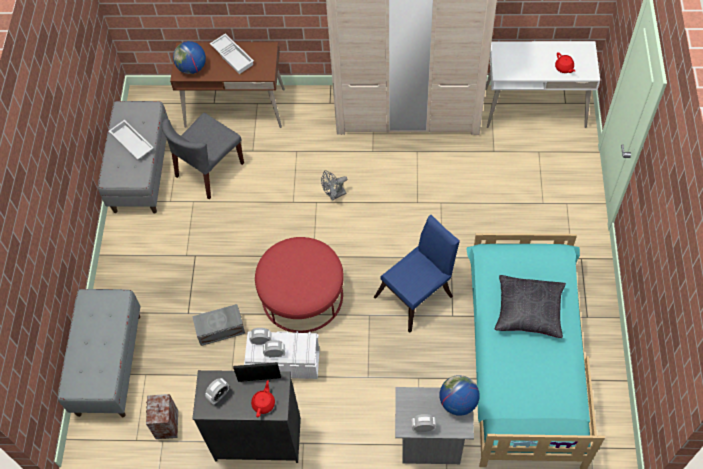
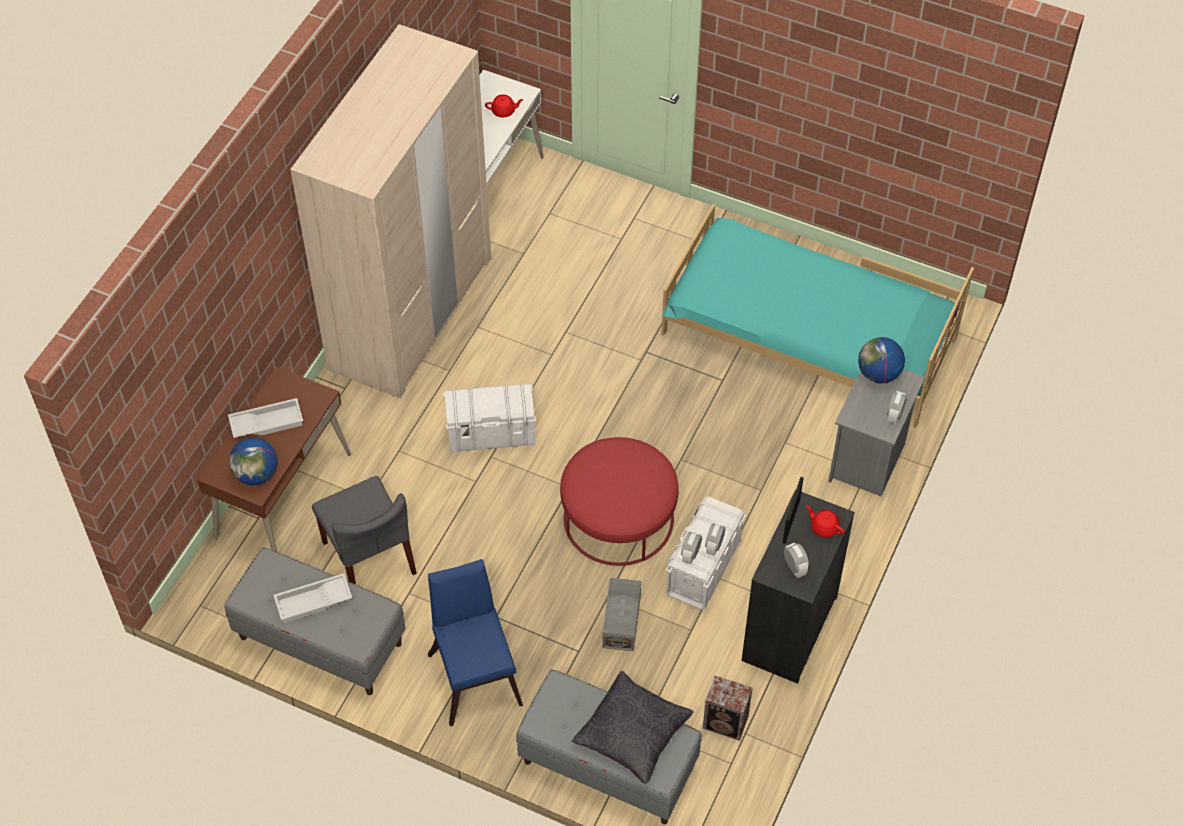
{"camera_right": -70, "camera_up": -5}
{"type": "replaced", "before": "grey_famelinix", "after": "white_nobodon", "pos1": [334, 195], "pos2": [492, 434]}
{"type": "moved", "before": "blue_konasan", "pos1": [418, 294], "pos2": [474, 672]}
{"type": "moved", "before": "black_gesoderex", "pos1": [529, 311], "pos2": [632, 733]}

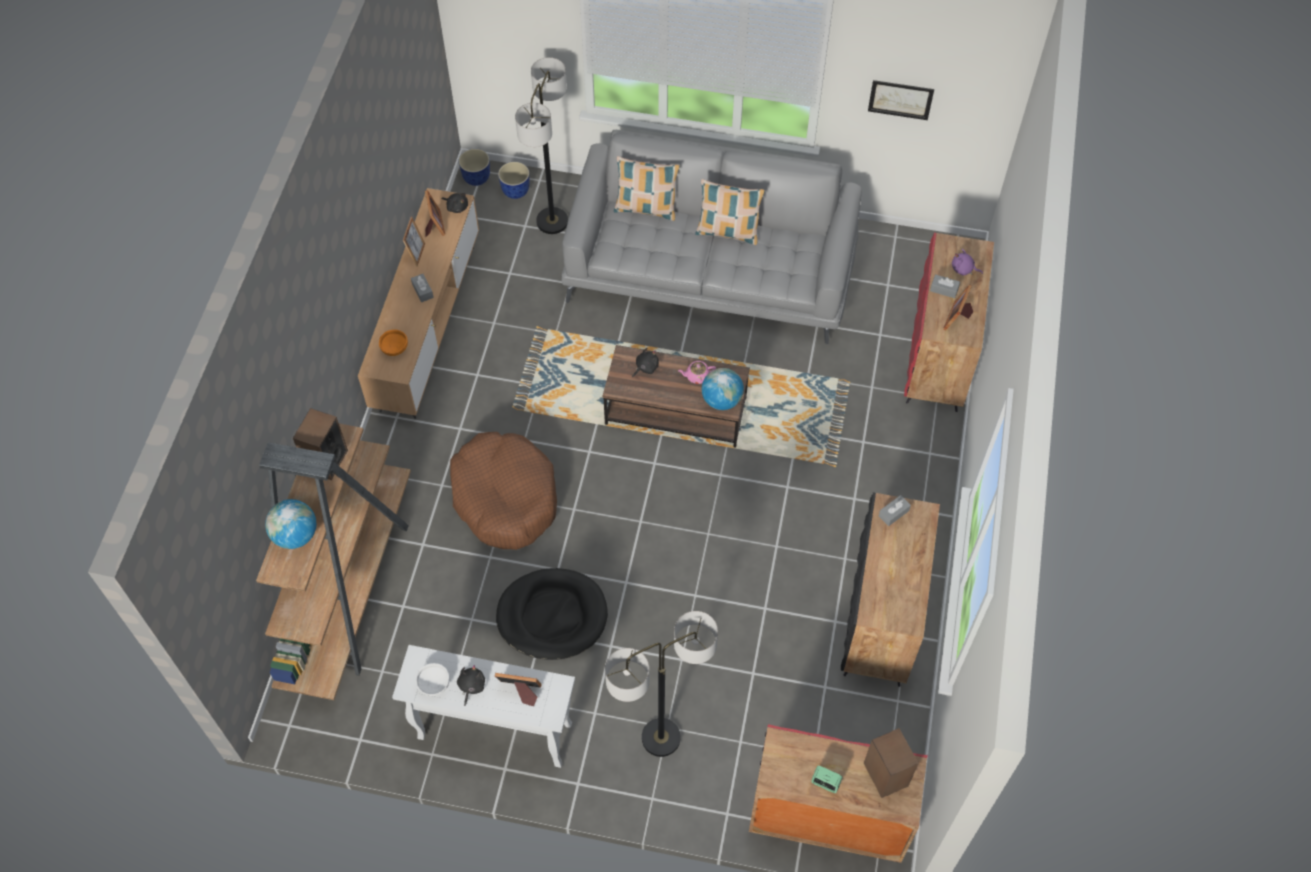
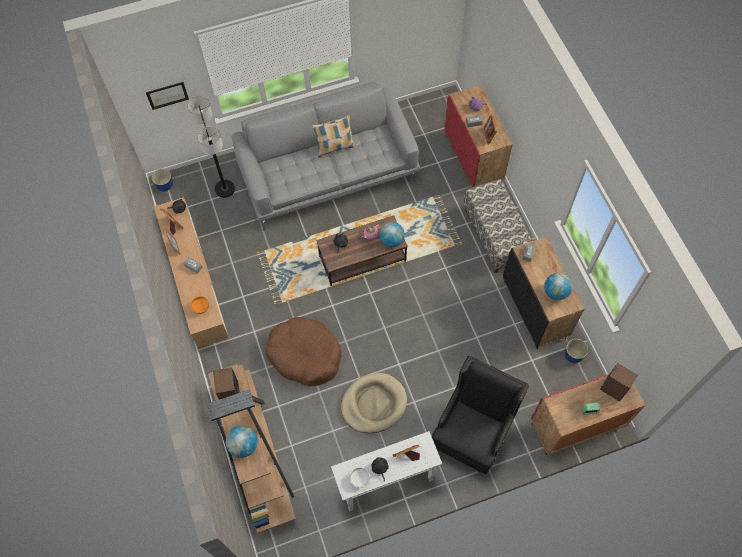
{"camera_right": -30, "camera_up": 5}
{"type": "moved", "before": "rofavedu", "pos1": [900, 99], "pos2": [167, 95]}
{"type": "removed", "before": "gesoderex", "pos1": [646, 208]}
{"type": "moved", "before": "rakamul", "pos1": [515, 192], "pos2": [573, 356]}
{"type": "recoloured", "before": "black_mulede", "after": "beige_mulede", "pos1": [552, 616], "pos2": [373, 404]}
{"type": "replaced", "before": "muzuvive", "after": "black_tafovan", "pos1": [661, 738], "pos2": [471, 434]}
{"type": "added", "after": "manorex", "pos2": [495, 236]}
{"type": "added", "after": "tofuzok", "pos2": [555, 292]}

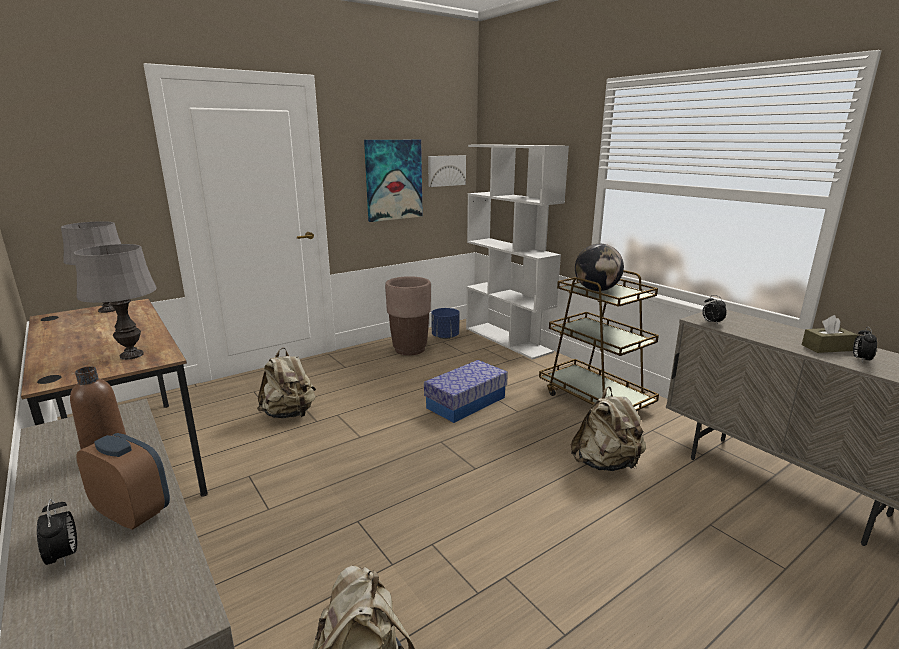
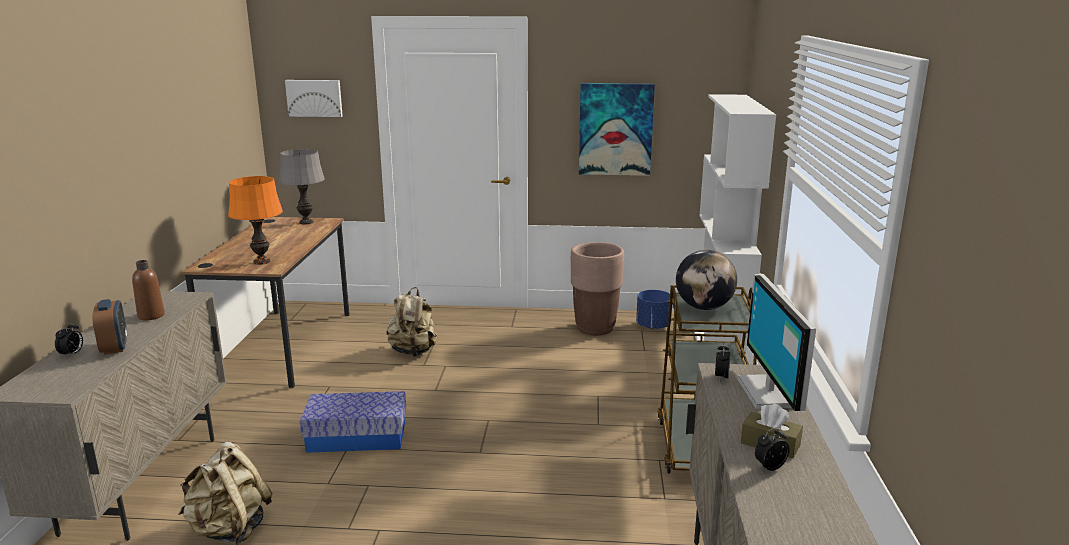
{"camera_right": 40, "camera_up": 0}
{"type": "moved", "before": "rofavedu", "pos1": [446, 170], "pos2": [314, 98]}
{"type": "recoloured", "before": "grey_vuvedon", "after": "orange_vuvedon", "pos1": [131, 355], "pos2": [261, 261]}
{"type": "moved", "before": "nobodon", "pos1": [466, 402], "pos2": [357, 437]}
{"type": "removed", "before": "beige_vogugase", "pos1": [606, 464]}
{"type": "added", "after": "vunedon", "pos2": [772, 392]}

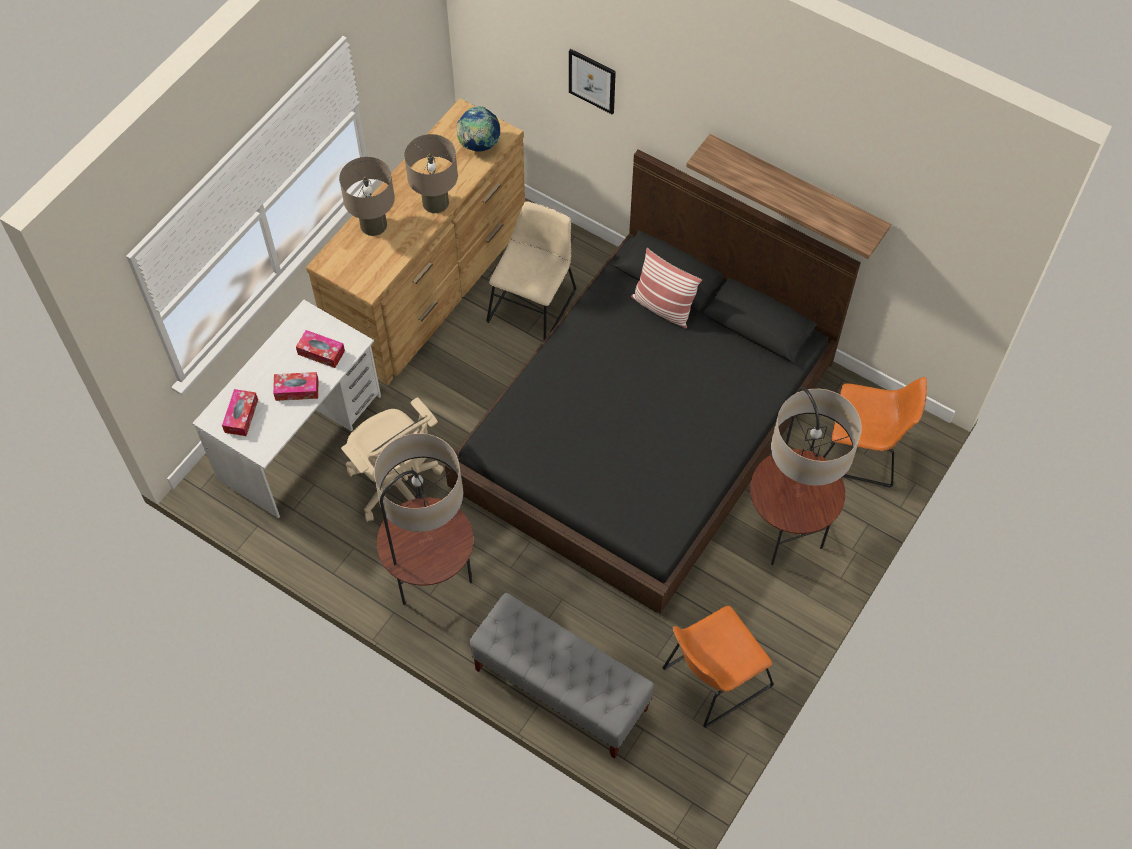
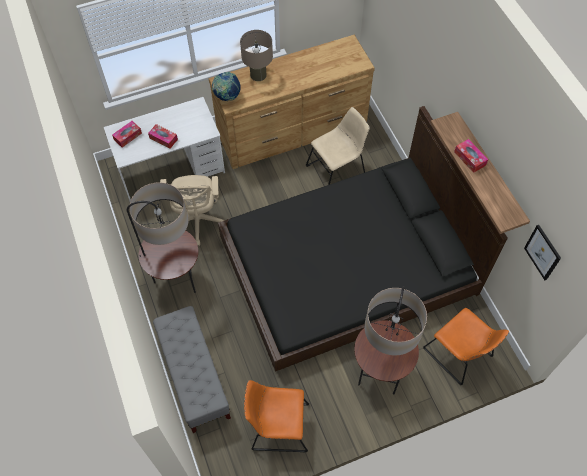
{"camera_right": 35, "camera_up": 0}
{"type": "moved", "before": "rofavedu", "pos1": [592, 81], "pos2": [542, 252]}
{"type": "moved", "before": "tofuzok", "pos1": [479, 145], "pos2": [227, 96]}
{"type": "removed", "before": "beige_vuvedon", "pos1": [435, 202]}
{"type": "removed", "before": "gesoderex", "pos1": [662, 307]}
{"type": "moved", "before": "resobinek", "pos1": [321, 352], "pos2": [470, 158]}

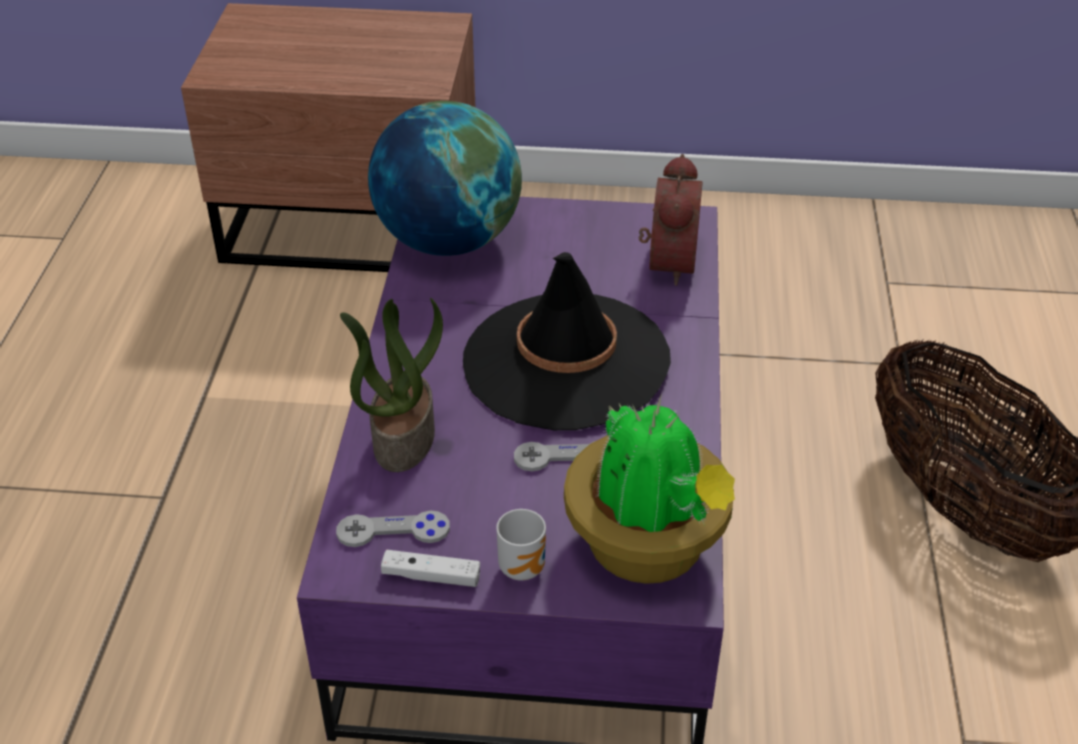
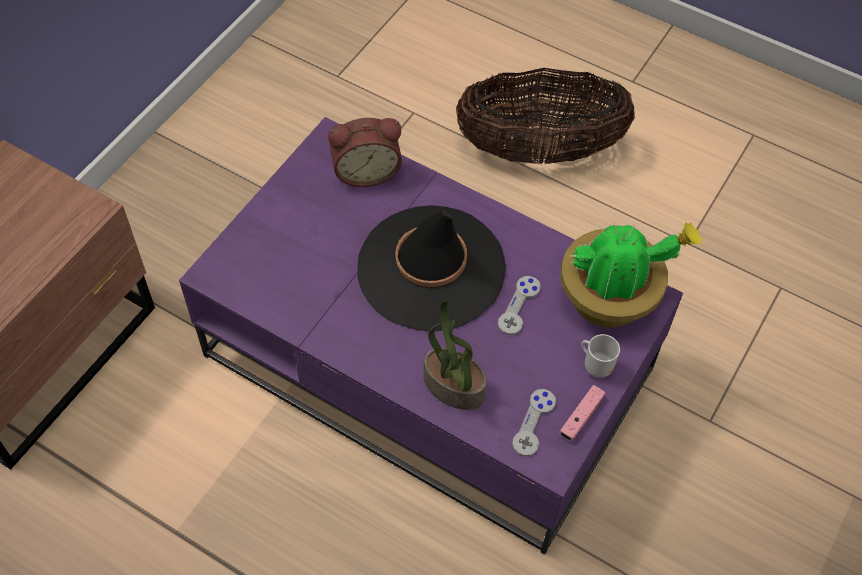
{"camera_right": -65, "camera_up": 15}
{"type": "removed", "before": "tofuzok", "pos1": [448, 240]}
{"type": "turned", "before": "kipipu", "pos1": [666, 262], "pos2": [366, 171], "turn": 135}
{"type": "recoloured", "before": "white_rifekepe", "after": "pink_rifekepe", "pos1": [431, 576], "pos2": [581, 417]}

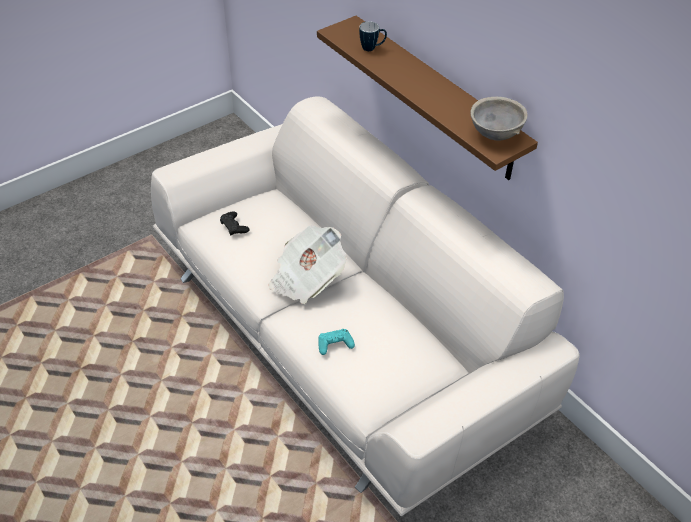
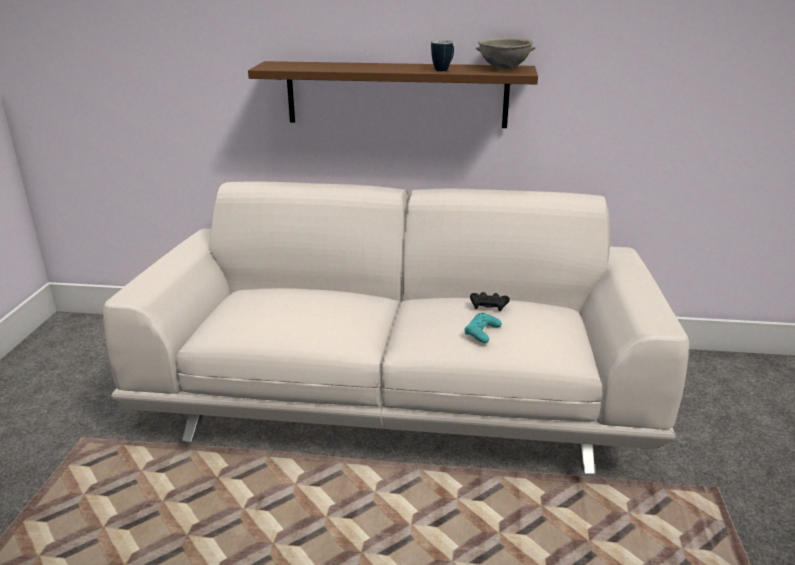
{"camera_right": -45, "camera_up": -20}
{"type": "moved", "before": "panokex", "pos1": [372, 48], "pos2": [443, 69]}
{"type": "moved", "before": "black_rifekepe", "pos1": [234, 226], "pos2": [488, 305]}
{"type": "removed", "before": "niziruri", "pos1": [306, 278]}

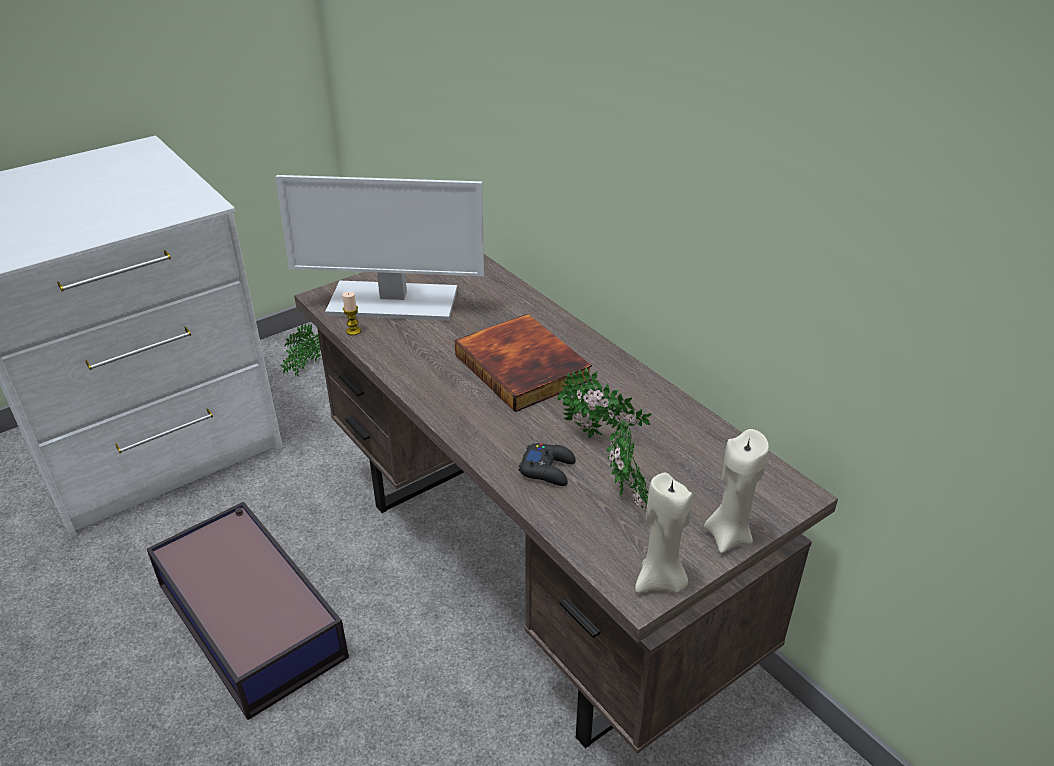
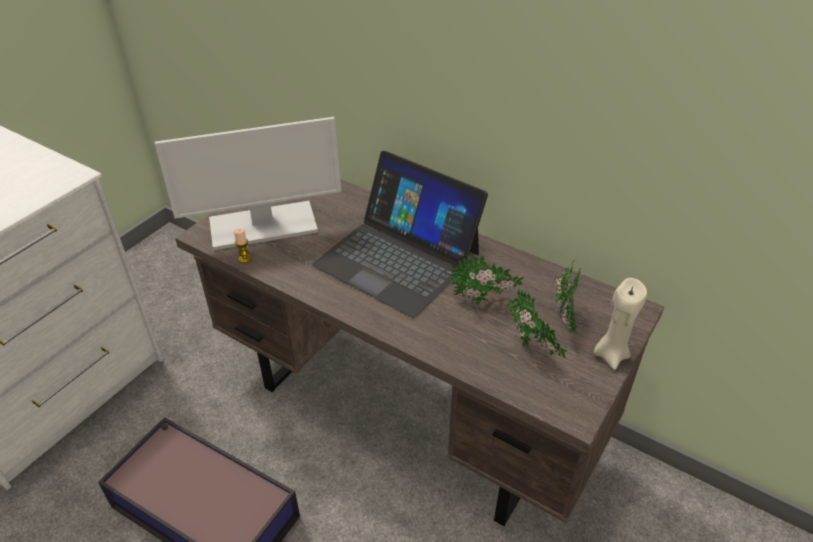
{"camera_right": -20, "camera_up": 5}
{"type": "replaced", "before": "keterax", "after": "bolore", "pos1": [524, 367], "pos2": [398, 258]}
{"type": "moved", "before": "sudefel", "pos1": [303, 370], "pos2": [564, 320]}
{"type": "removed", "before": "black_rifekepe", "pos1": [548, 469]}
{"type": "removed", "before": "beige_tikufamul", "pos1": [661, 581]}

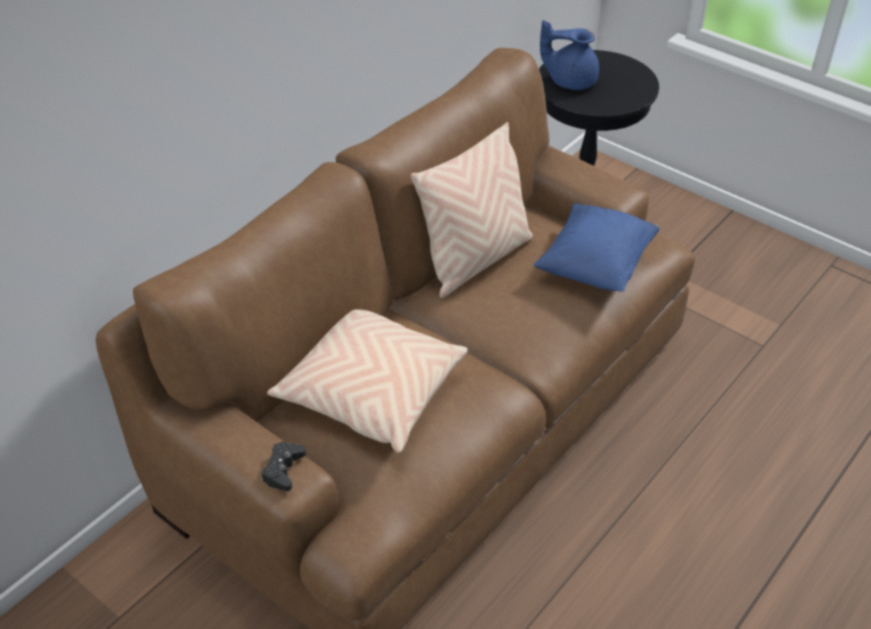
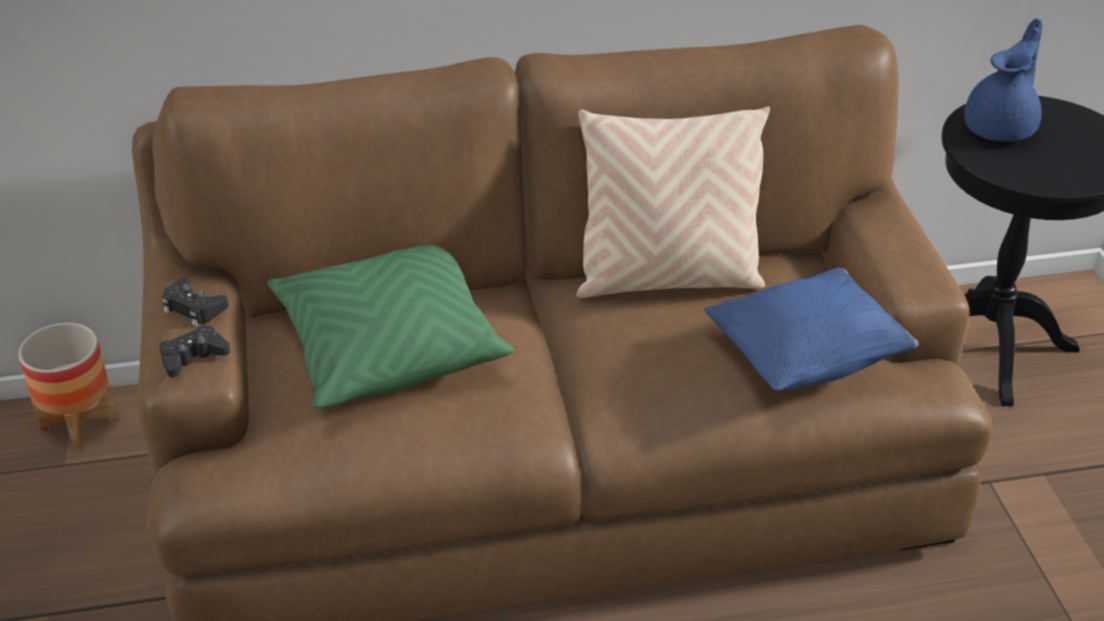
{"camera_right": 40, "camera_up": -5}
{"type": "turned", "before": "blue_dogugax", "pos1": [570, 81], "pos2": [1001, 128], "turn": 75}
{"type": "recoloured", "before": "beige_gesoderex", "after": "green_gesoderex", "pos1": [370, 392], "pos2": [388, 347]}
{"type": "added", "after": "black_rifekepe", "pos2": [194, 308]}
{"type": "added", "after": "rakamul", "pos2": [80, 424]}

